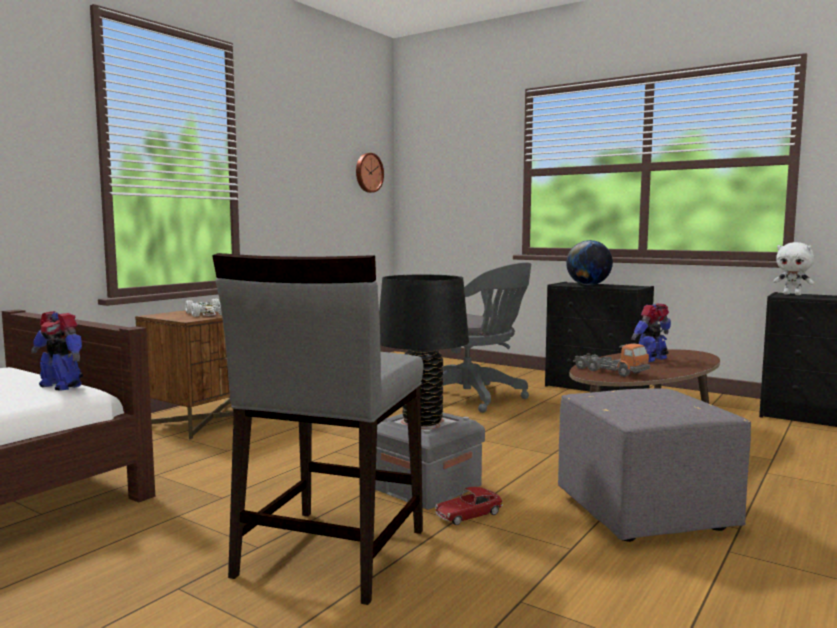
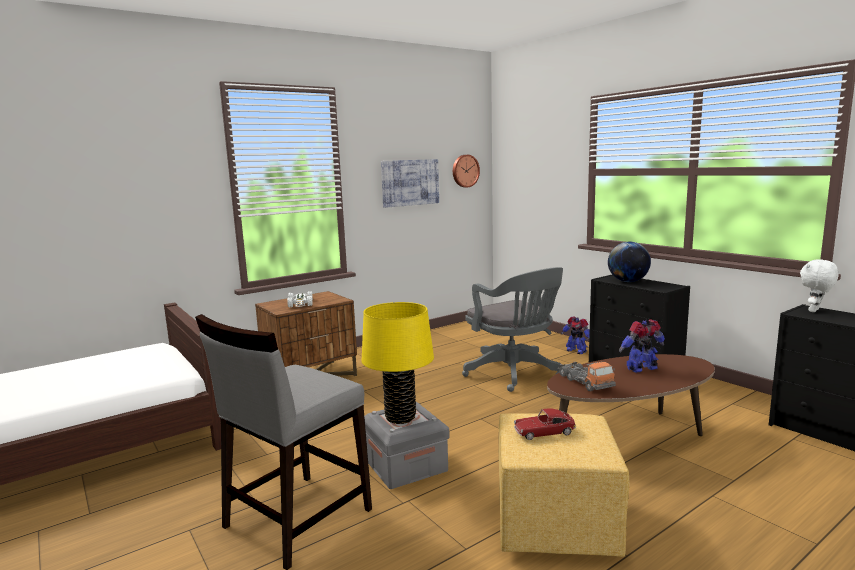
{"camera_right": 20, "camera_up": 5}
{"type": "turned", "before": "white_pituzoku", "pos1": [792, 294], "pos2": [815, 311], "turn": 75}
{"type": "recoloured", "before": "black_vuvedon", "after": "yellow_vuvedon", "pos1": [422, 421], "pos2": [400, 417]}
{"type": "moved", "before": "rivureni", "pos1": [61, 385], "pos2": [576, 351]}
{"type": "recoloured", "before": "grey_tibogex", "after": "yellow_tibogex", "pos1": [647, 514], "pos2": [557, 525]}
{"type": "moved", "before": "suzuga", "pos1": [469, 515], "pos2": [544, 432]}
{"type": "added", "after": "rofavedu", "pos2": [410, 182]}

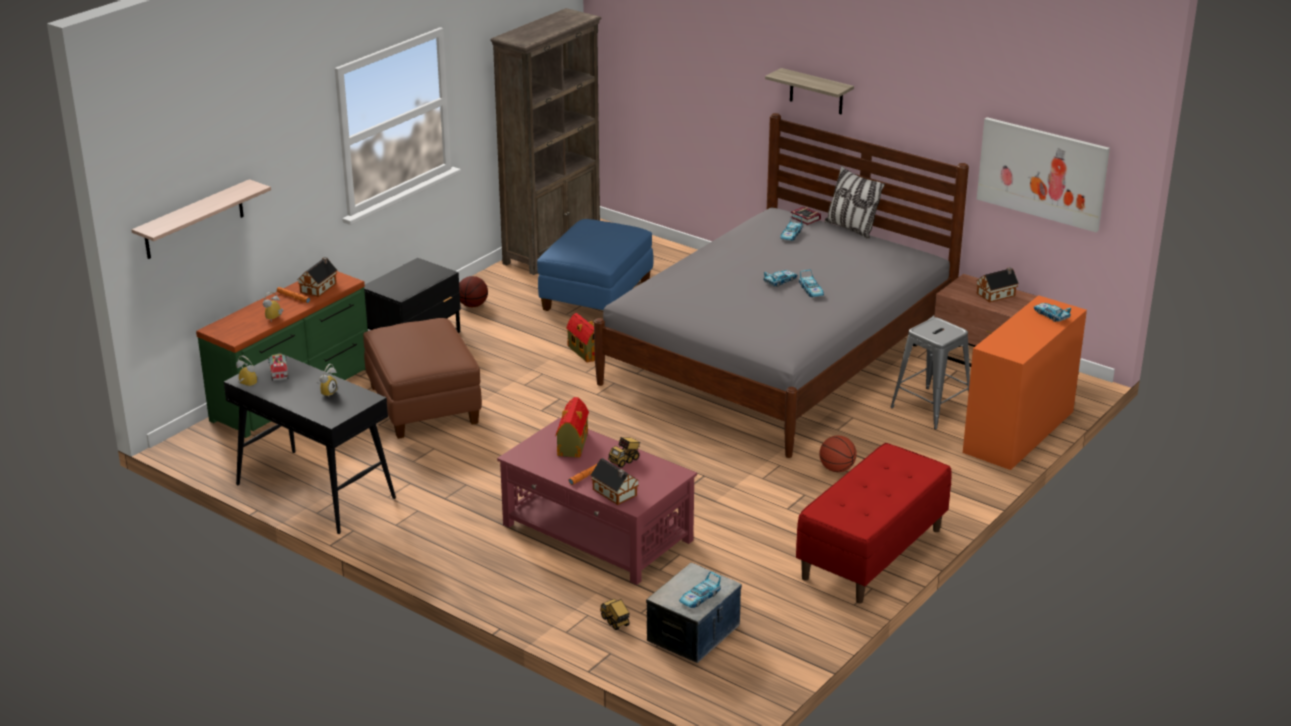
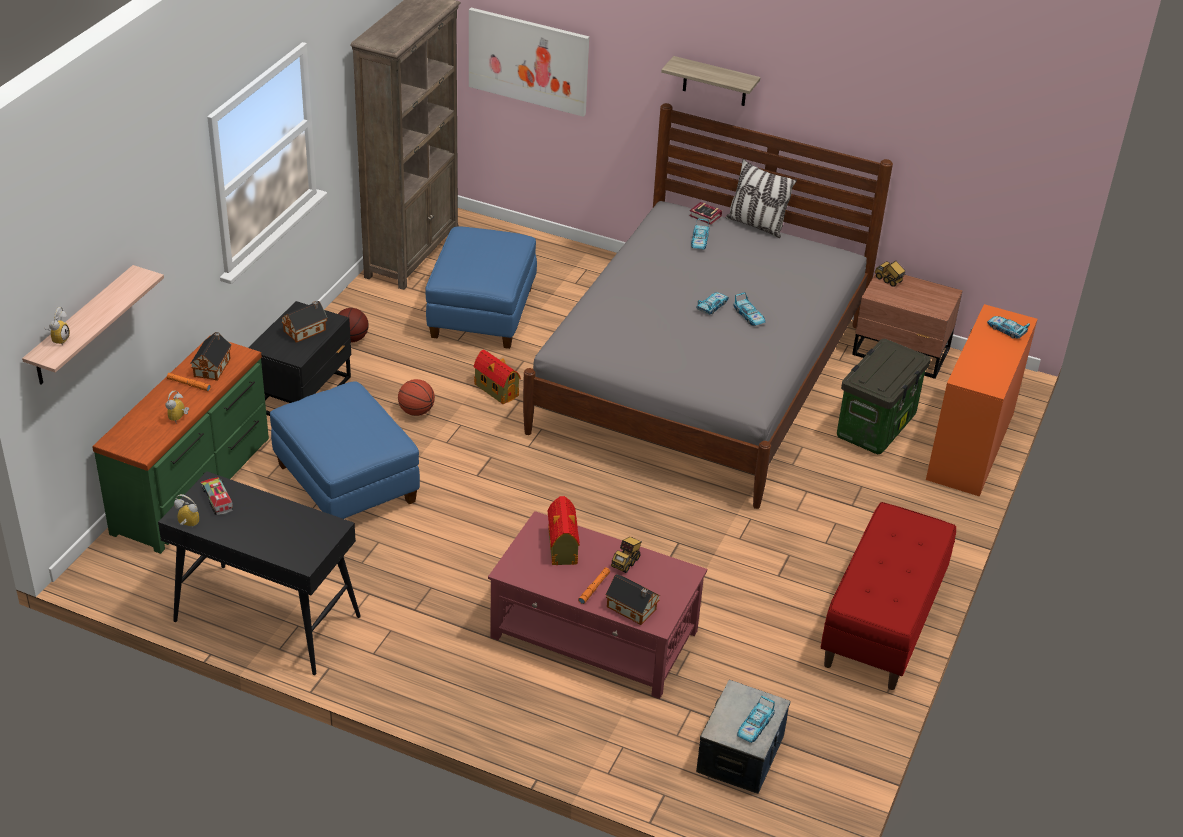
{"camera_right": -15, "camera_up": 10}
{"type": "moved", "before": "rofavedu", "pos1": [1042, 173], "pos2": [528, 61]}
{"type": "moved", "before": "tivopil", "pos1": [997, 294], "pos2": [306, 330]}
{"type": "replaced", "before": "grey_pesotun", "after": "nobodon", "pos1": [931, 408], "pos2": [875, 425]}
{"type": "recoloured", "before": "brown_tibogex", "after": "blue_tibogex", "pos1": [423, 406], "pos2": [345, 484]}
{"type": "moved", "before": "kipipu", "pos1": [327, 392], "pos2": [58, 339]}
{"type": "moved", "before": "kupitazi", "pos1": [837, 469], "pos2": [416, 411]}
{"type": "moved", "before": "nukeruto", "pos1": [615, 622], "pos2": [889, 280]}

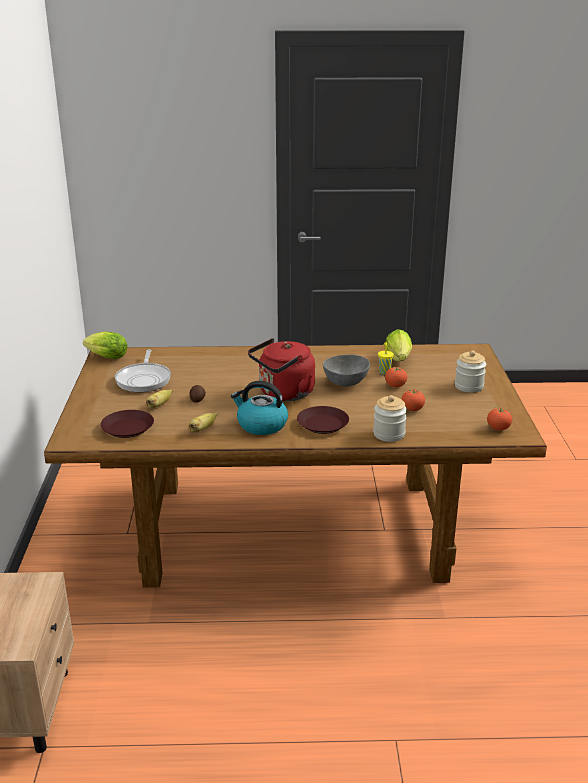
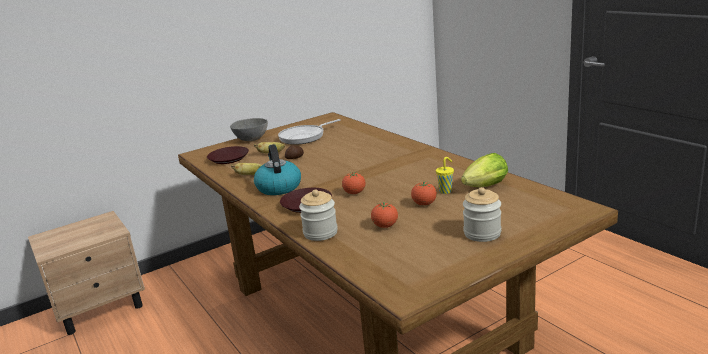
{"camera_right": 60, "camera_up": -5}
{"type": "removed", "before": "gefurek", "pos1": [105, 357]}
{"type": "removed", "before": "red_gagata", "pos1": [284, 394]}
{"type": "moved", "before": "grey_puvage", "pos1": [346, 383], "pos2": [251, 139]}
{"type": "moved", "before": "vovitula", "pos1": [498, 428], "pos2": [354, 193]}

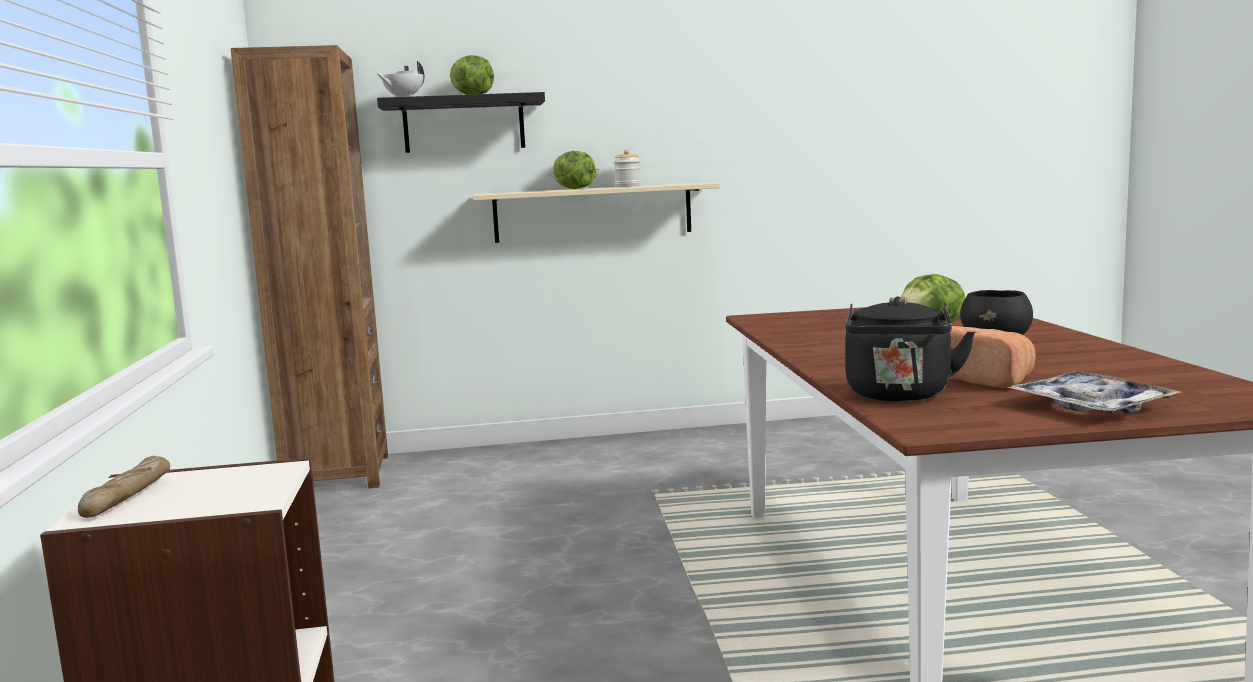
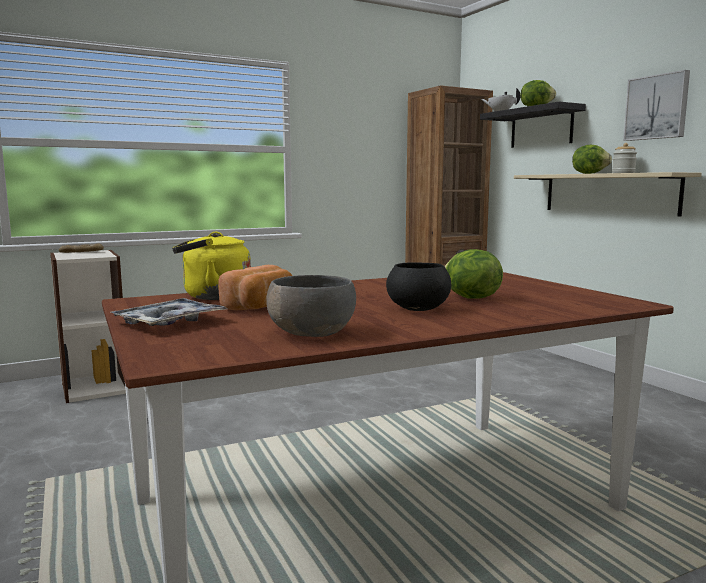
{"camera_right": 70, "camera_up": 0}
{"type": "recoloured", "before": "black_gagata", "after": "yellow_gagata", "pos1": [899, 396], "pos2": [212, 296]}
{"type": "added", "after": "rofavedu", "pos2": [657, 107]}
{"type": "added", "after": "grey_puvage", "pos2": [311, 333]}

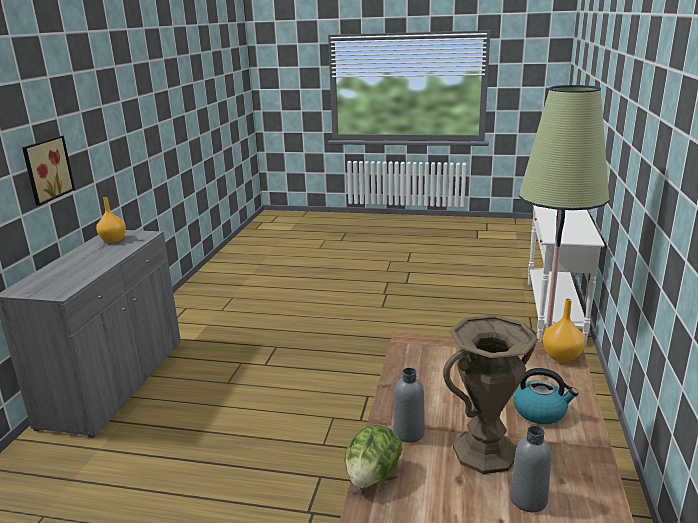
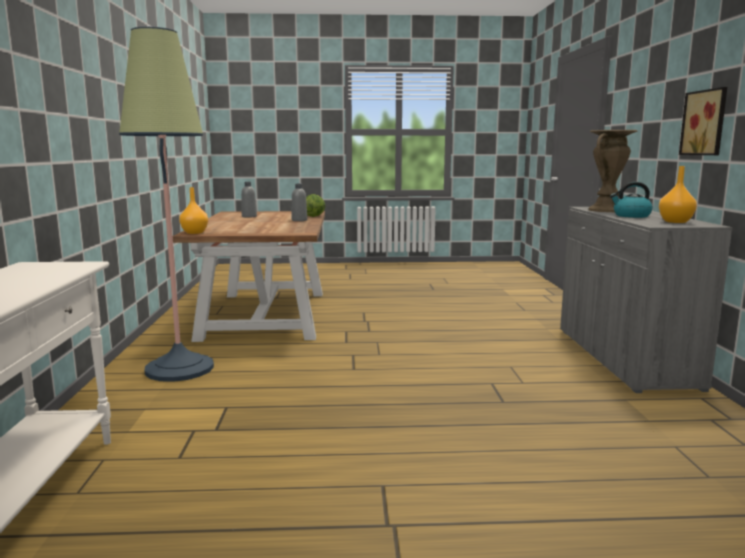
{"camera_right": 165, "camera_up": -10}
{"type": "moved", "before": "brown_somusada", "pos1": [484, 451], "pos2": [606, 210]}
{"type": "moved", "before": "gagata", "pos1": [540, 411], "pos2": [631, 216]}

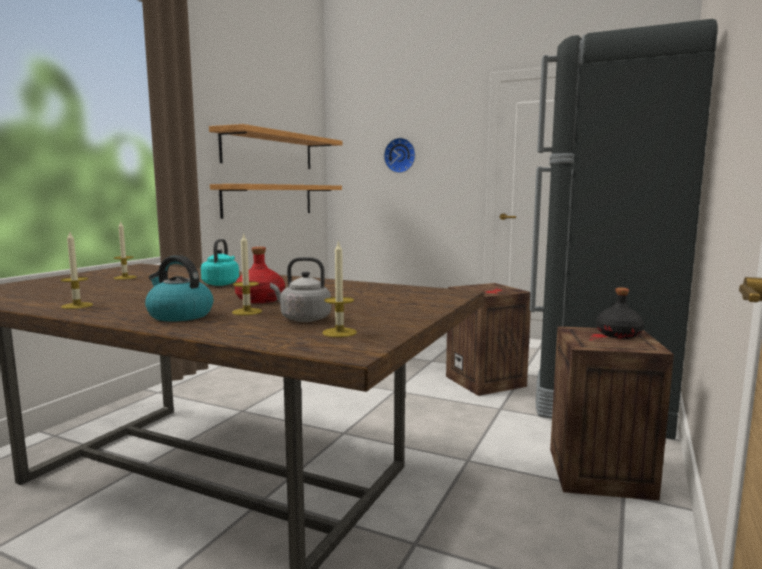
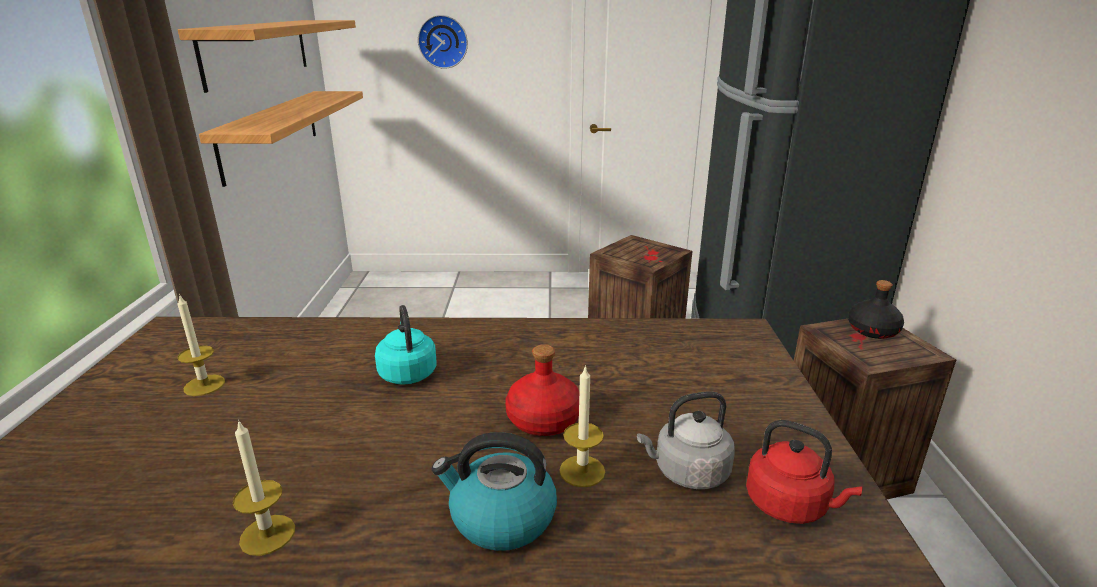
{"camera_right": -25, "camera_up": 15}
{"type": "replaced", "before": "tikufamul", "after": "red_gagata", "pos1": [339, 332], "pos2": [790, 505]}

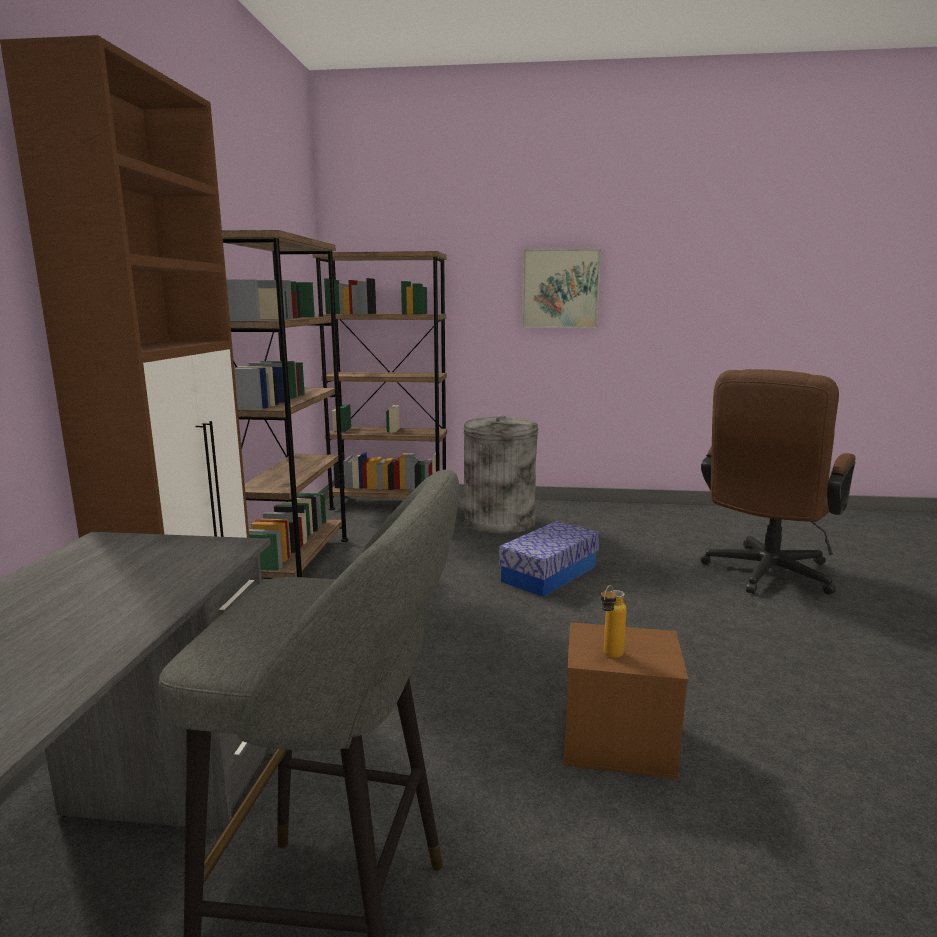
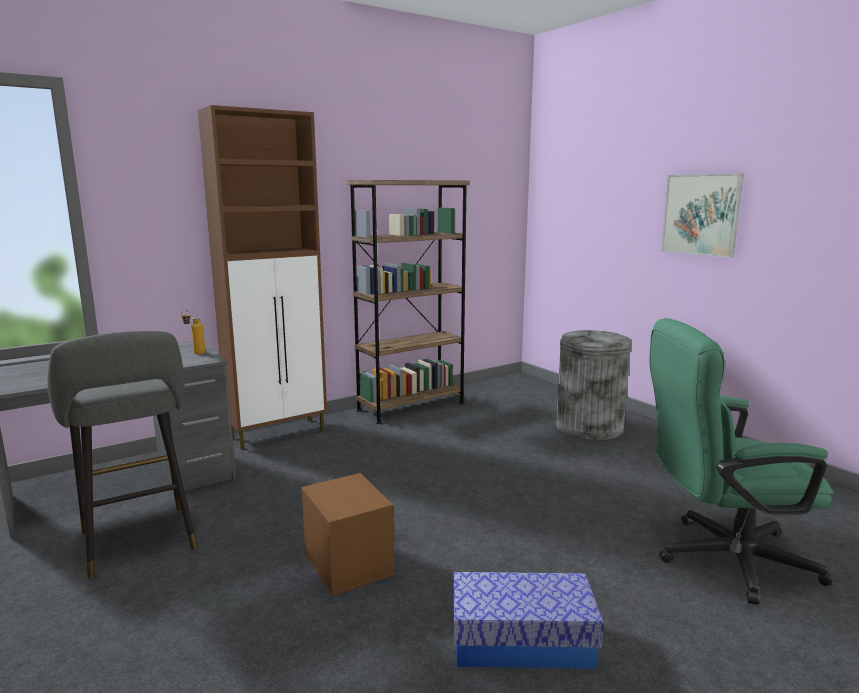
{"camera_right": 50, "camera_up": 0}
{"type": "removed", "before": "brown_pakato", "pos1": [389, 504]}
{"type": "recoloured", "before": "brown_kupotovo", "after": "green_kupotovo", "pos1": [764, 576], "pos2": [721, 559]}
{"type": "moved", "before": "nobodon", "pos1": [549, 574], "pos2": [521, 641]}
{"type": "moved", "before": "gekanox", "pos1": [609, 657], "pos2": [195, 353]}

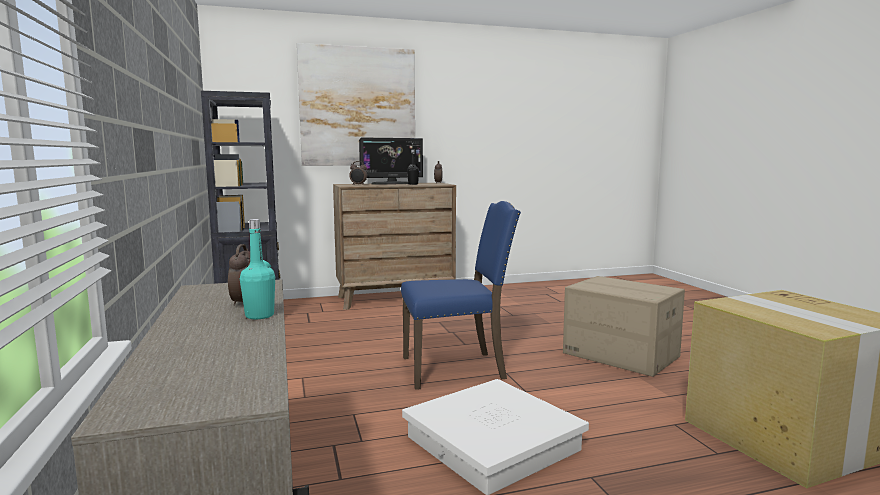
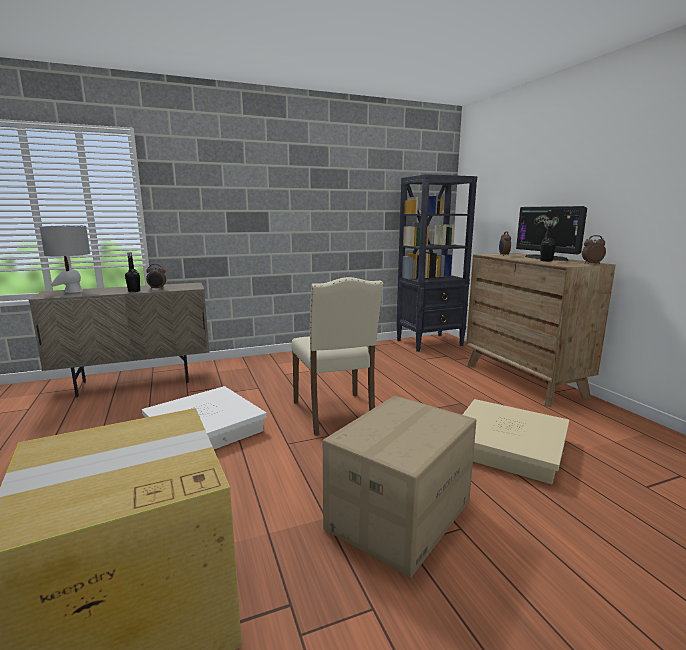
{"camera_right": 85, "camera_up": 5}
{"type": "removed", "before": "rofavedu", "pos1": [358, 107]}
{"type": "recoloured", "before": "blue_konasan", "after": "beige_konasan", "pos1": [456, 368], "pos2": [335, 414]}
{"type": "recoloured", "before": "turquoise_gekanox", "after": "black_gekanox", "pos1": [259, 316], "pos2": [134, 291]}
{"type": "added", "after": "grey_vuvedon", "pos2": [73, 291]}
{"type": "added", "after": "beige_nobodon", "pos2": [508, 447]}

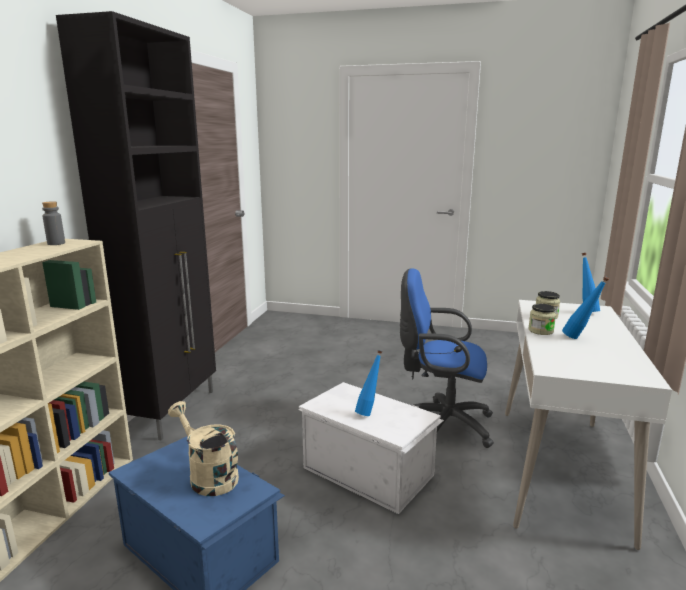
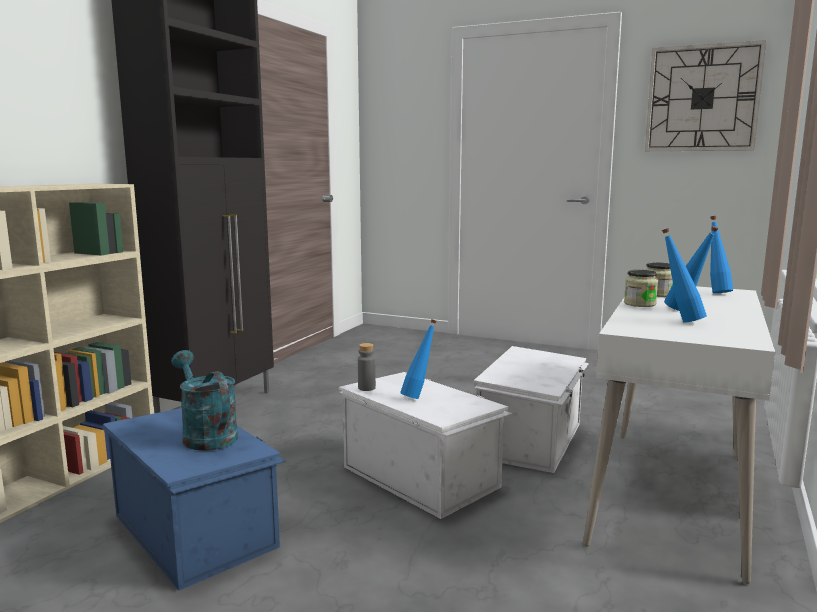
{"camera_right": 10, "camera_up": -5}
{"type": "moved", "before": "grey_gekanox", "pos1": [56, 243], "pos2": [366, 388]}
{"type": "replaced", "before": "blue_kupotovo", "after": "white_nobodon", "pos1": [441, 424], "pos2": [532, 440]}
{"type": "recoloured", "before": "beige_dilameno", "after": "turquoise_dilameno", "pos1": [208, 476], "pos2": [206, 434]}
{"type": "added", "after": "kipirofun", "pos2": [702, 98]}
{"type": "added", "after": "blue_gekanox", "pos2": [679, 321]}

